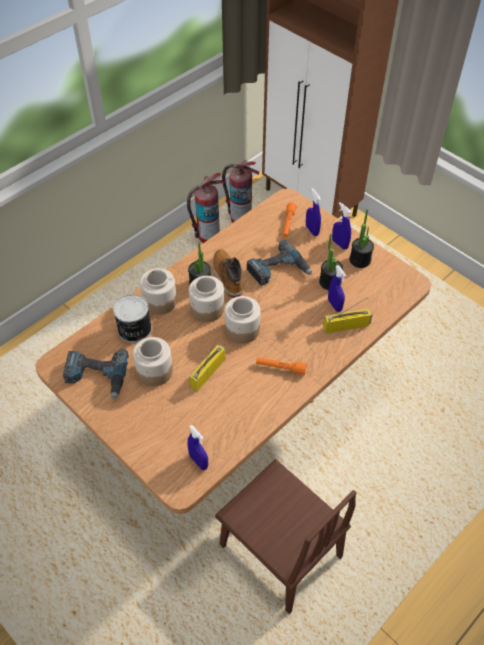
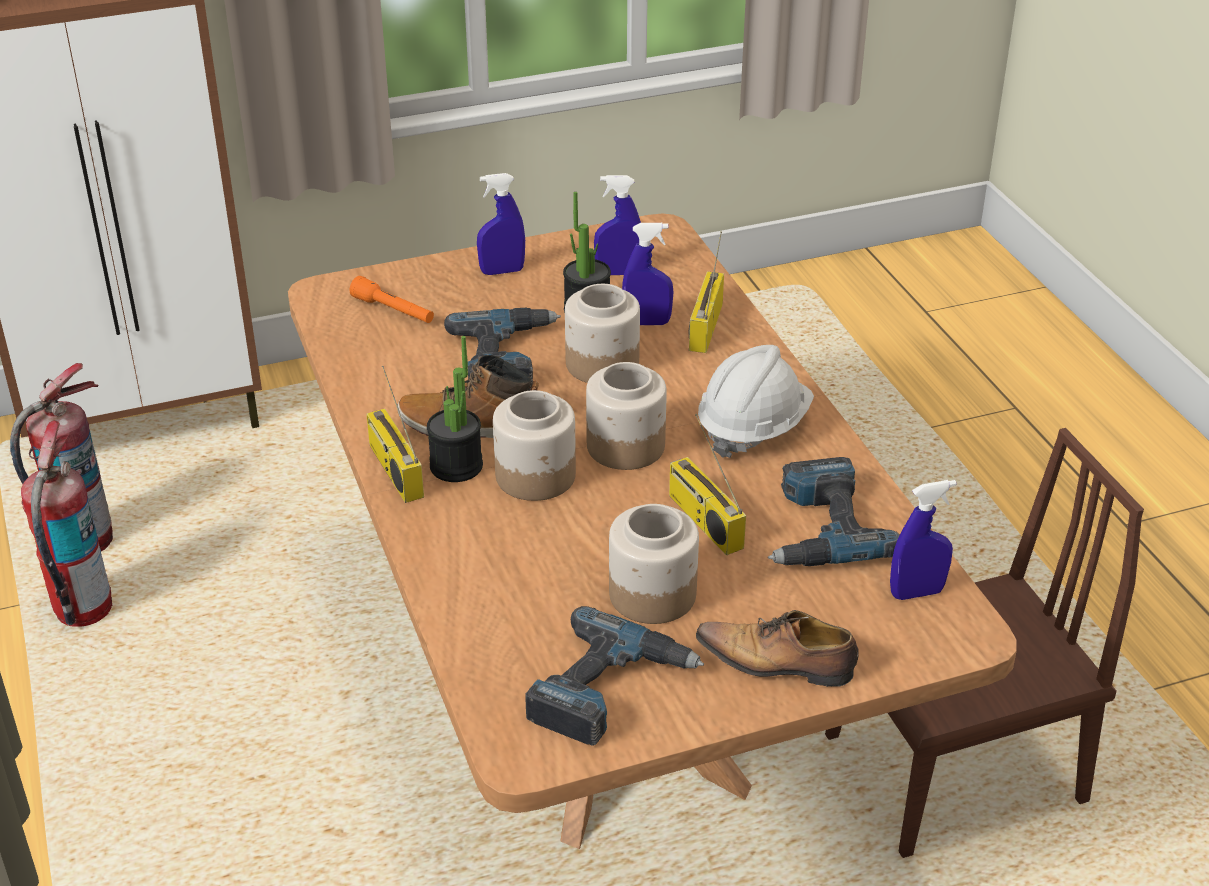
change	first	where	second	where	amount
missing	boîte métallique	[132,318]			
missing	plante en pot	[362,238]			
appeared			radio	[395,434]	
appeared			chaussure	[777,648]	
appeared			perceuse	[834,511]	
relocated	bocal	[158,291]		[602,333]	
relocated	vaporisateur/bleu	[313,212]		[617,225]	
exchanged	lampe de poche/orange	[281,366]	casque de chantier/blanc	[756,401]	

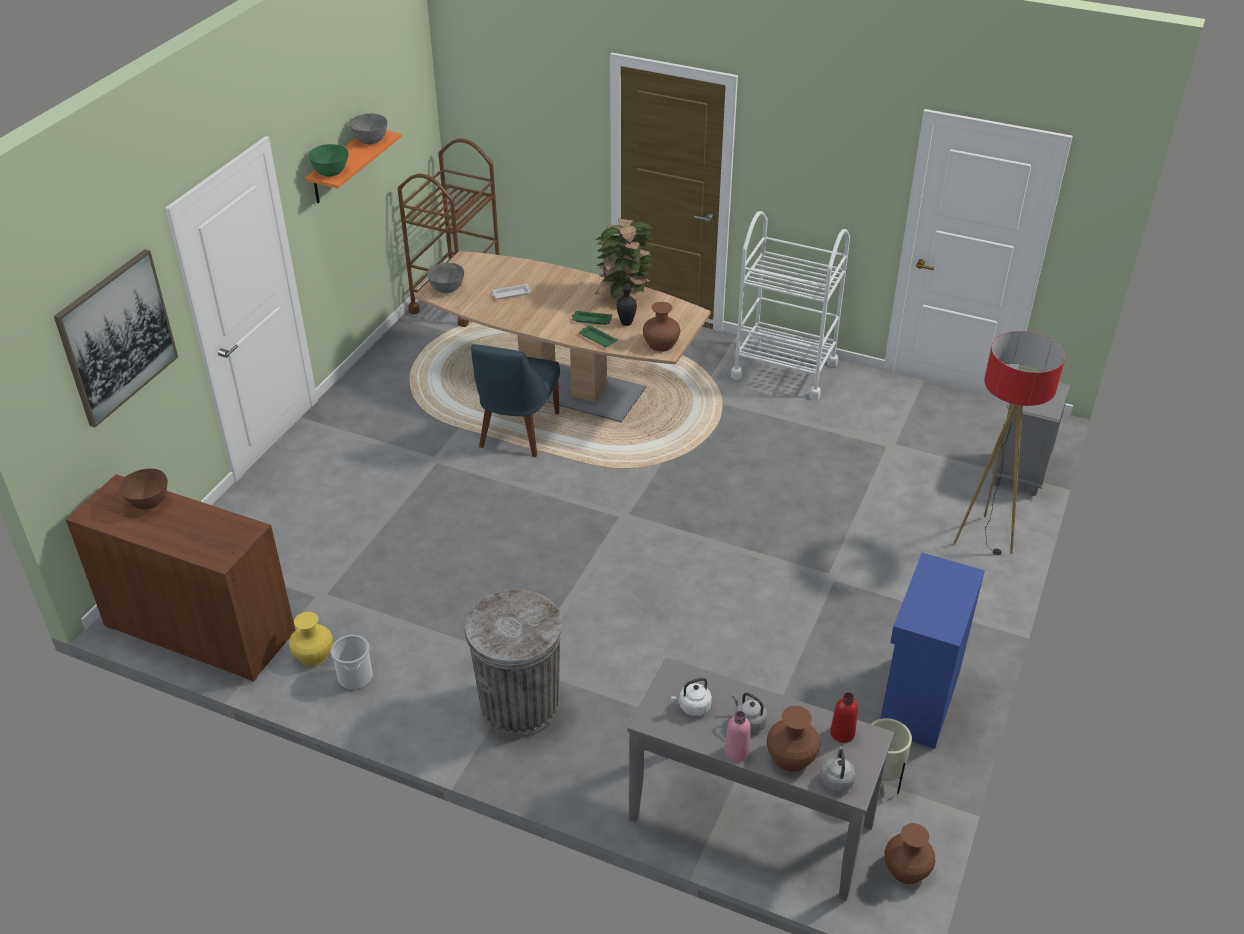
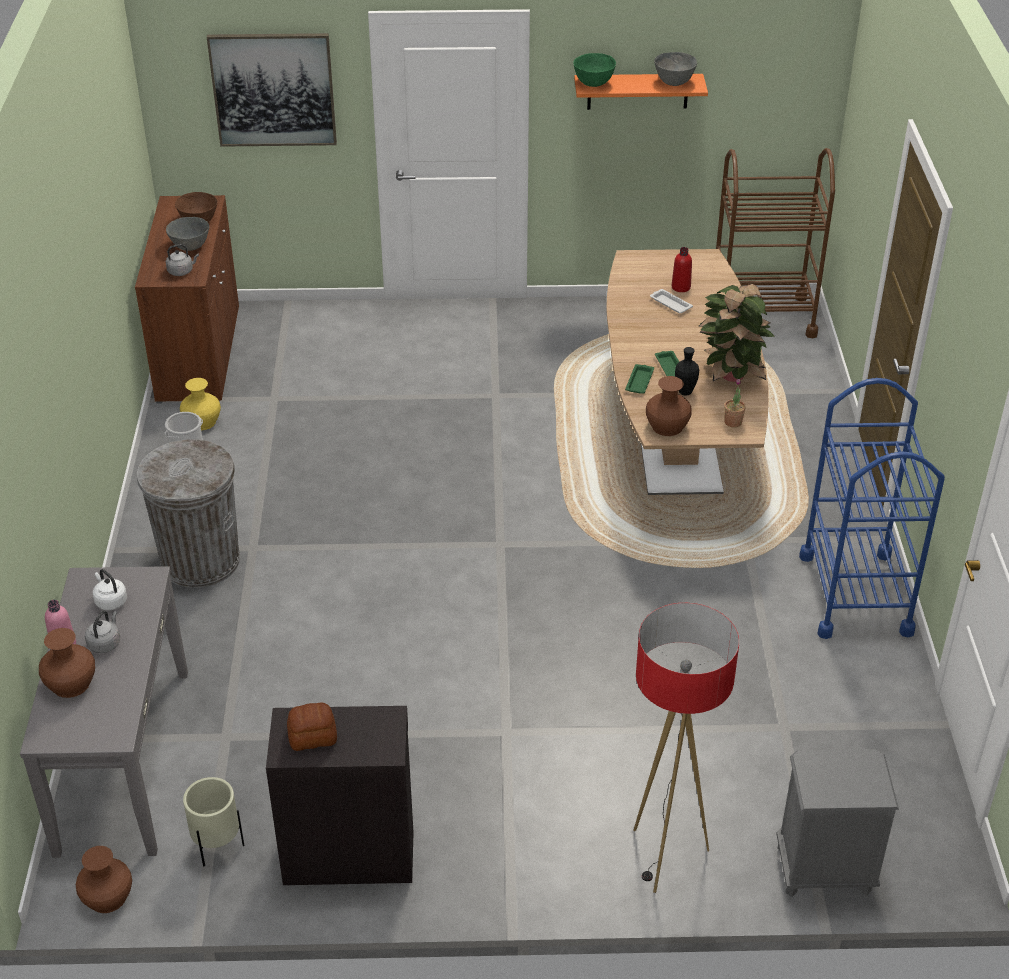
change	first	where	second	where	amount
missing	chaise/bleu	[515,400]			
appeared			pain	[312,726]	
appeared			plante en pot	[735,403]	
relocated	bol/gris	[445,278]		[187,234]	
relocated	bouilloire/gris	[838,769]		[182,260]	
relocated	bouteille/rouge	[844,717]		[682,269]	
colour	chariot/blanc	[790,305]	chariot/bleu	[872,508]	
colour	meuble de rangement/bleu	[932,651]	meuble de rangement/noir	[340,795]	

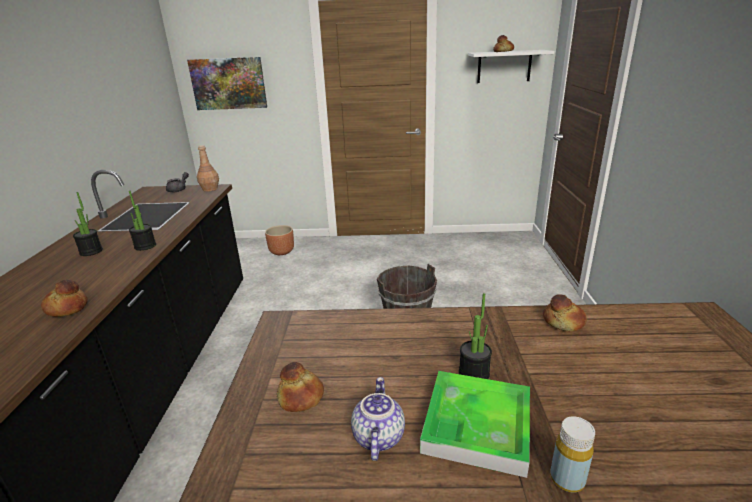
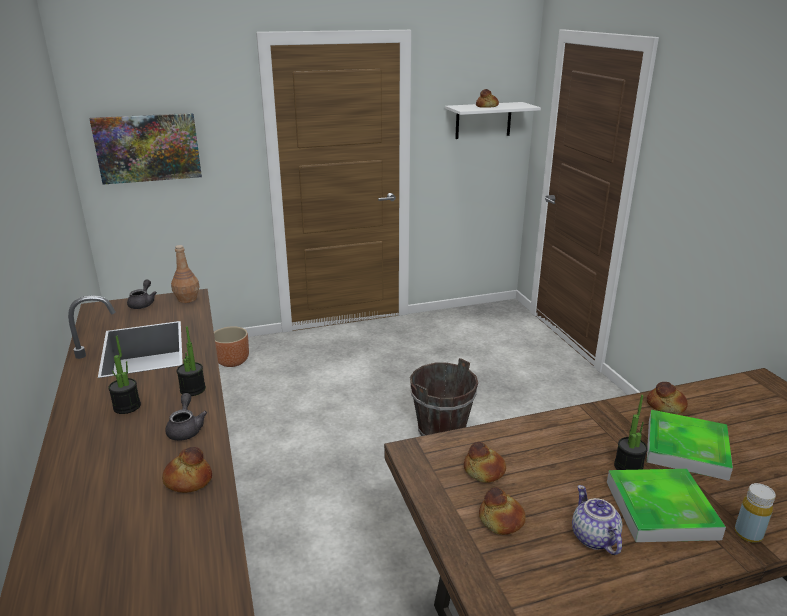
change	first	where	second	where	amount
appeared			théière/gris	[186,417]	
appeared			pain	[485,462]	
appeared			plateau	[690,445]	

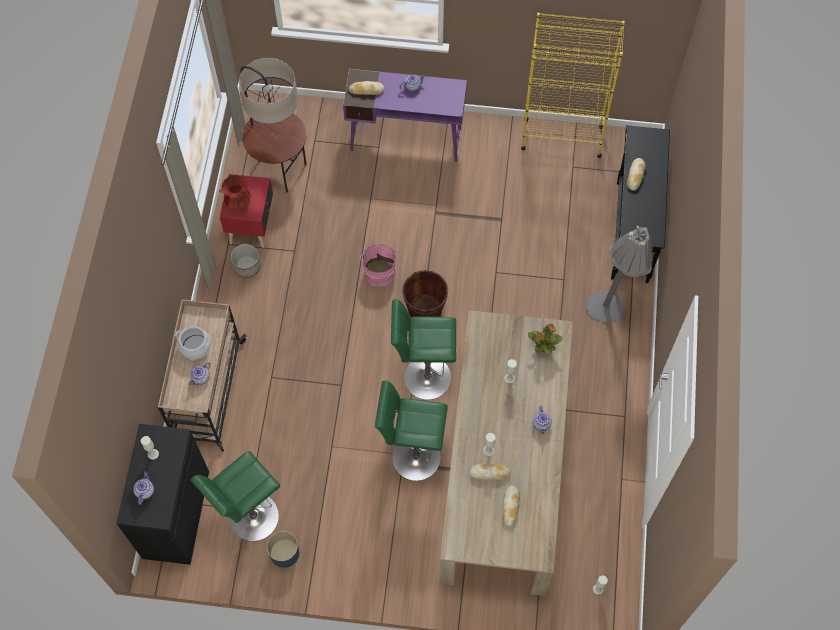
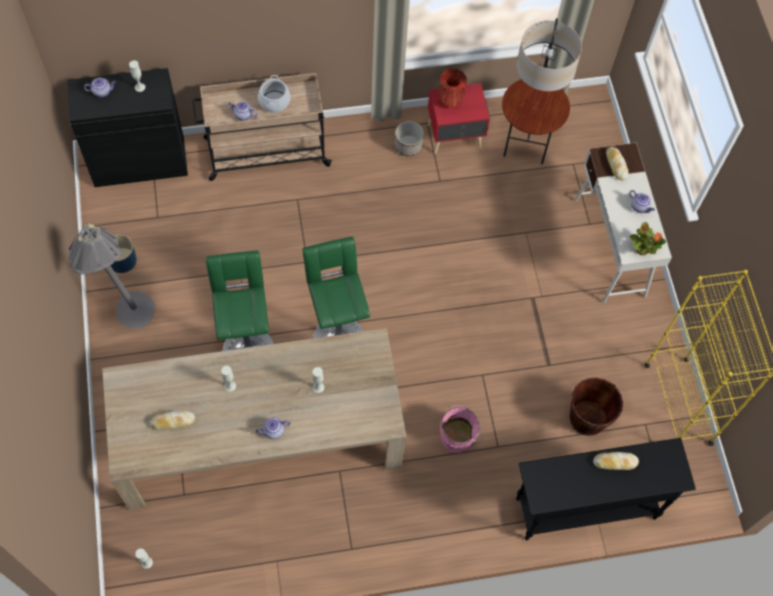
change	first	where	second	where	amount
missing	tabouret/vert	[235,496]			
missing	pain	[490,471]			
relocated	seau/rose	[378,265]		[461,429]	
relocated	seau/marron	[425,293]		[596,407]	
relocated	plante en pot	[545,338]		[647,238]	
relocated	lampadaire/gris	[619,274]		[112,275]	
colour	bureau/violet	[405,115]	bureau/blanc	[623,223]	

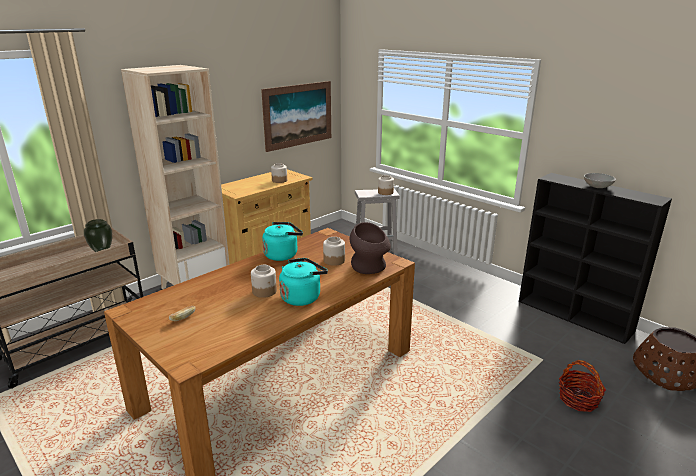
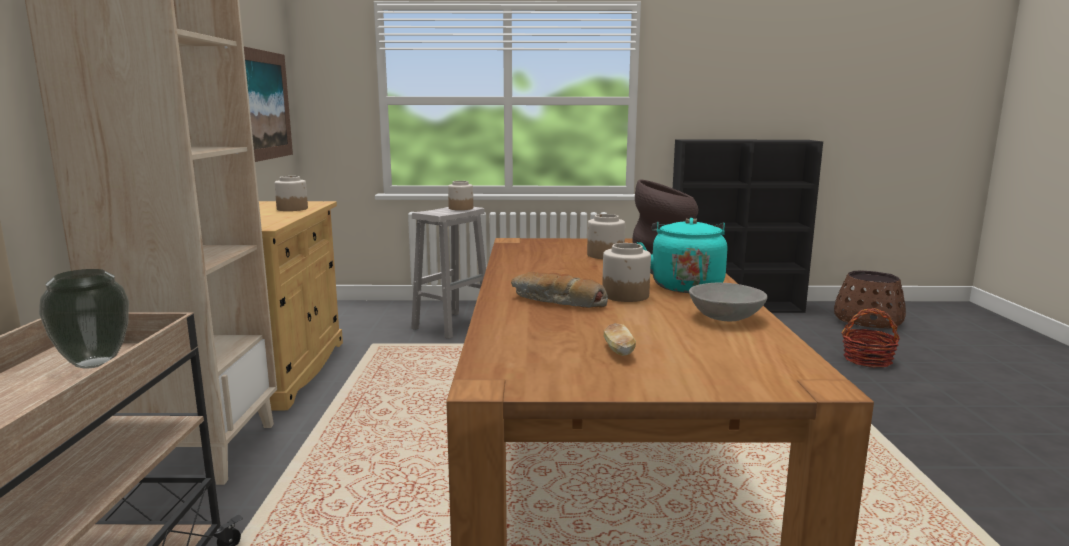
change	first	where	second	where	amount
missing	bouilloire/turquoise	[282,241]			
appeared			pain	[559,290]	
relocated	bol/gris	[600,180]		[728,301]	

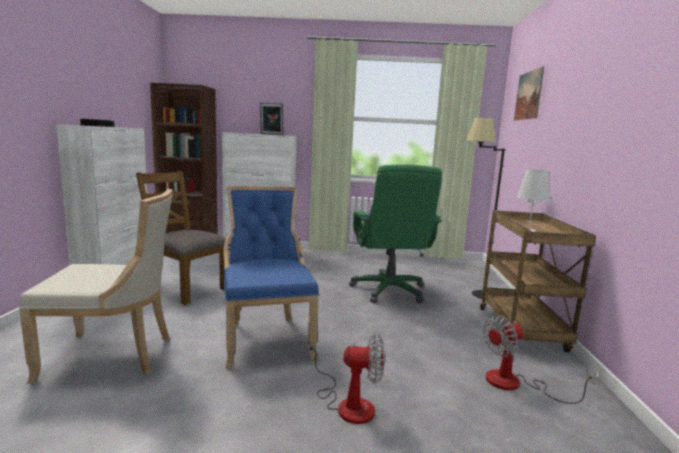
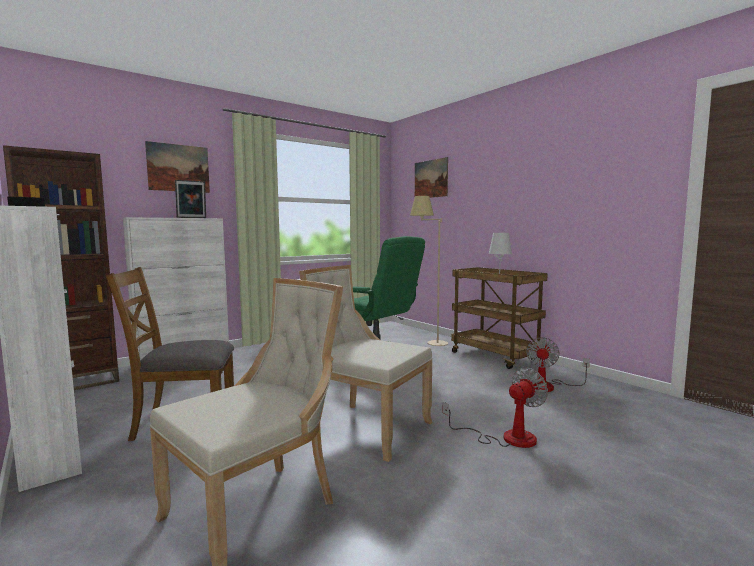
change	first	where	second	where	amount
appeared			tableau	[177,167]	
colour	chaise/bleu	[271,277]	chaise/beige	[366,363]	
colour	lampadaire/noir	[485,208]	lampadaire/beige	[429,271]	

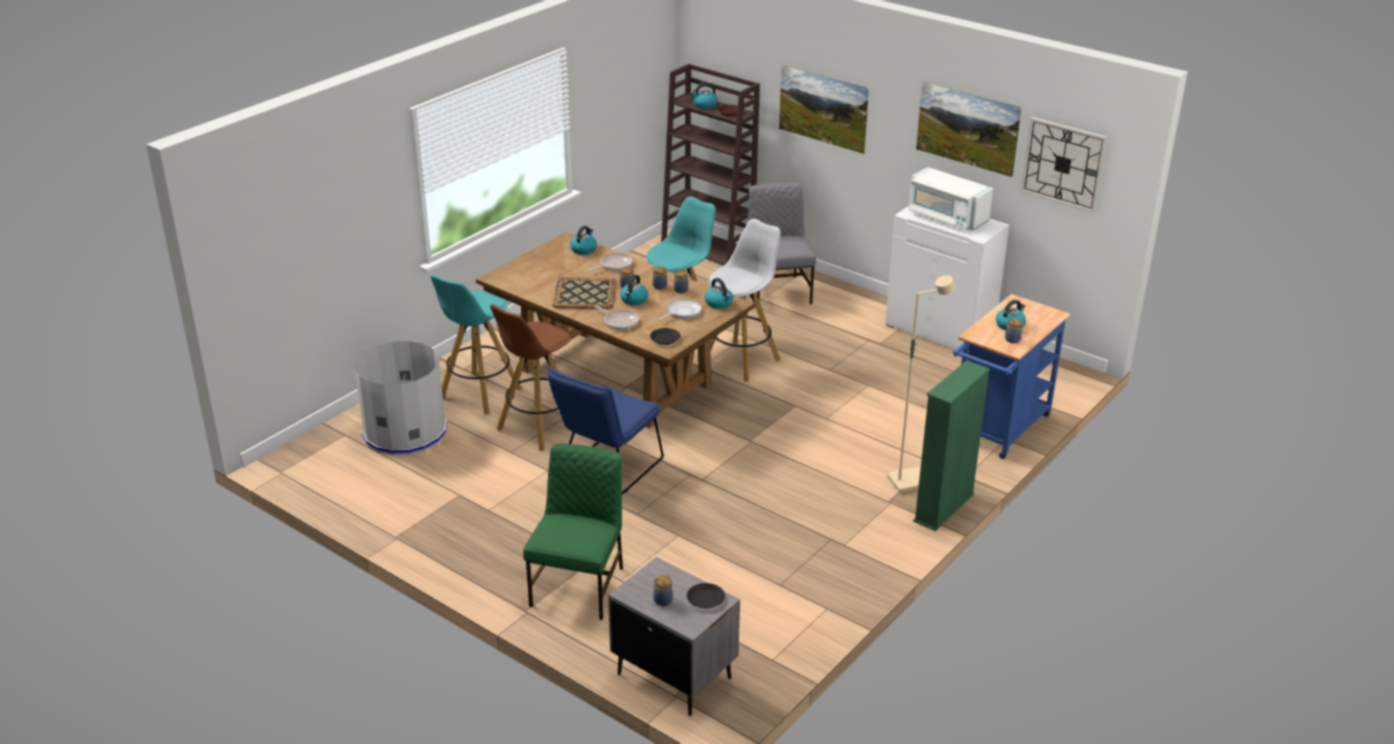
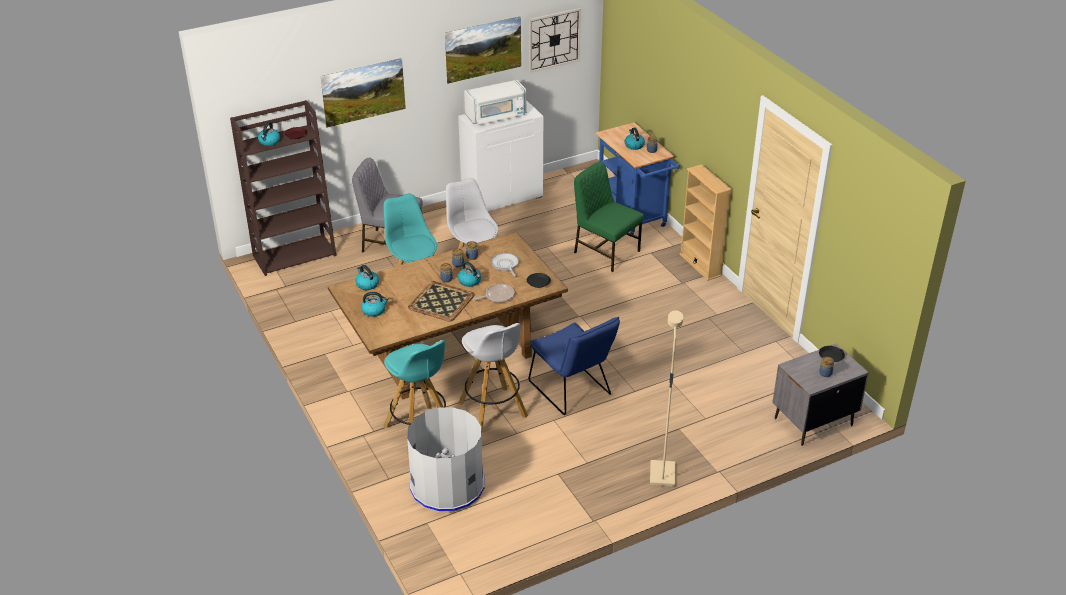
change	first	where	second	where	amount
missing	poêle	[610,262]			
relocated	chaise/vert	[573,531]		[609,217]	
relocated	bouilloire	[719,293]		[375,304]	
relocated	lampadaire/beige	[921,384]		[666,398]	
colour	tabouret/marron	[530,377]	tabouret/blanc	[493,378]	
colour	bibliothèque/vert	[951,445]	bibliothèque/beige	[705,222]	

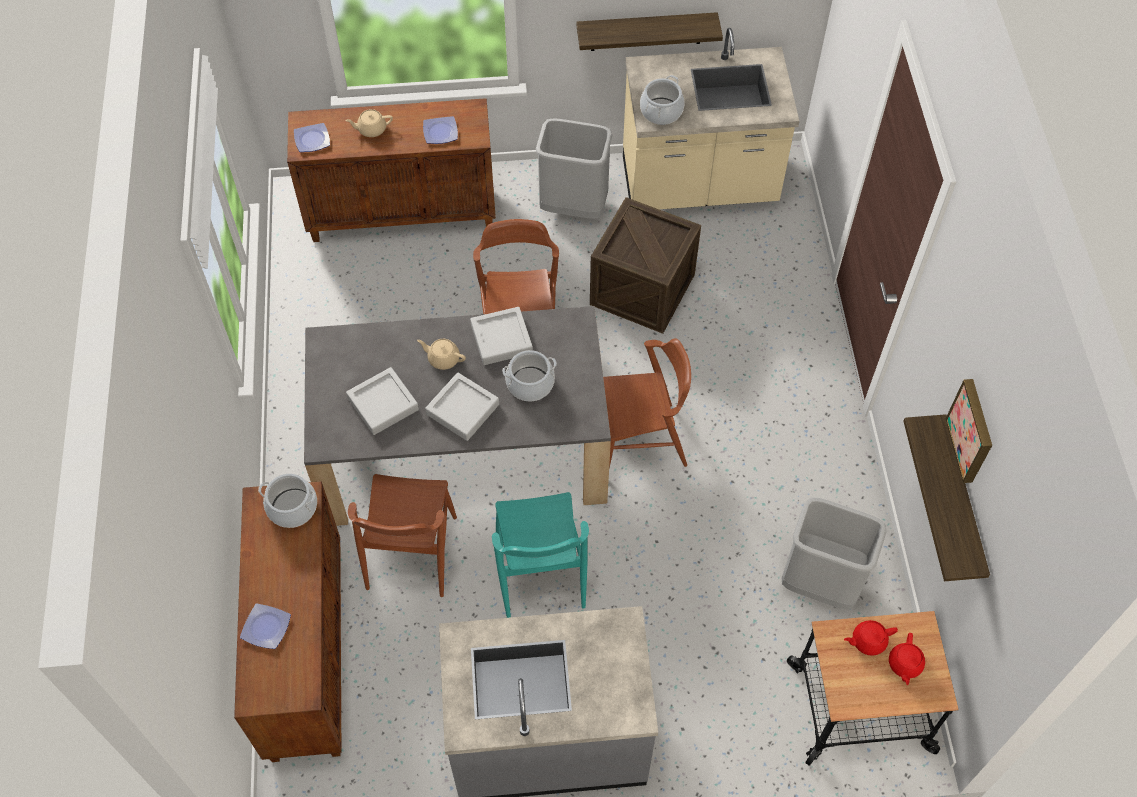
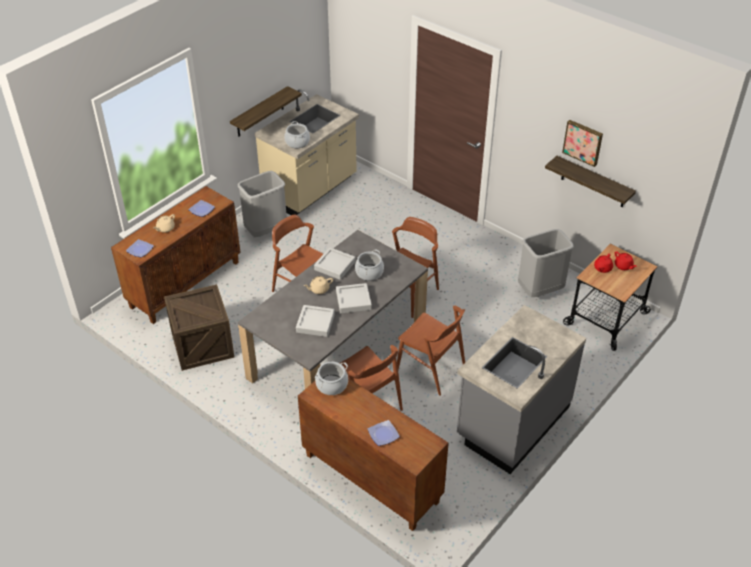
change	first	where	second	where	amount
relocated	caisse	[645,265]		[199,327]	
colour	chaise/turquoise	[540,555]	chaise/marron	[431,351]	

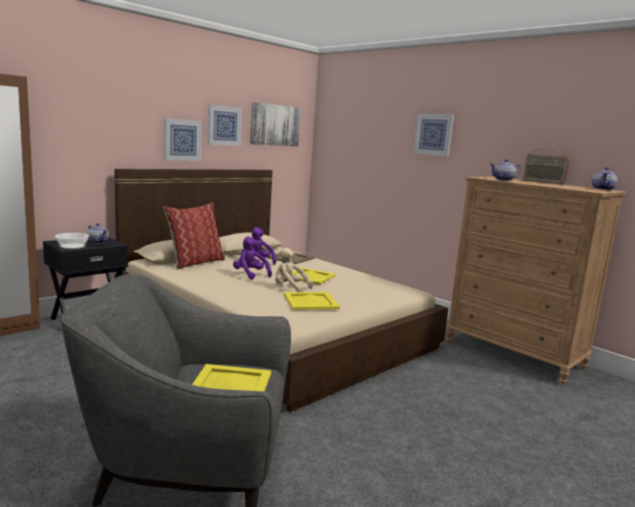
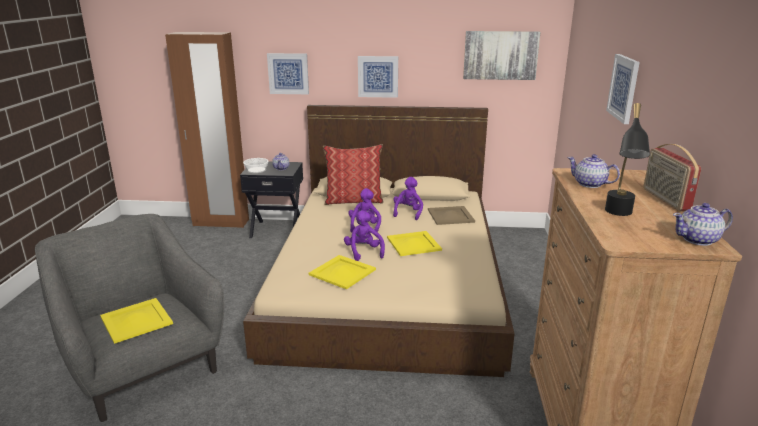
change	first	where	second	where	amount
appeared			lampe de table/noir	[627,159]	
relocated	tableau	[225,125]		[288,73]	
colour	peluche/beige	[294,270]	peluche/violet	[364,235]	

